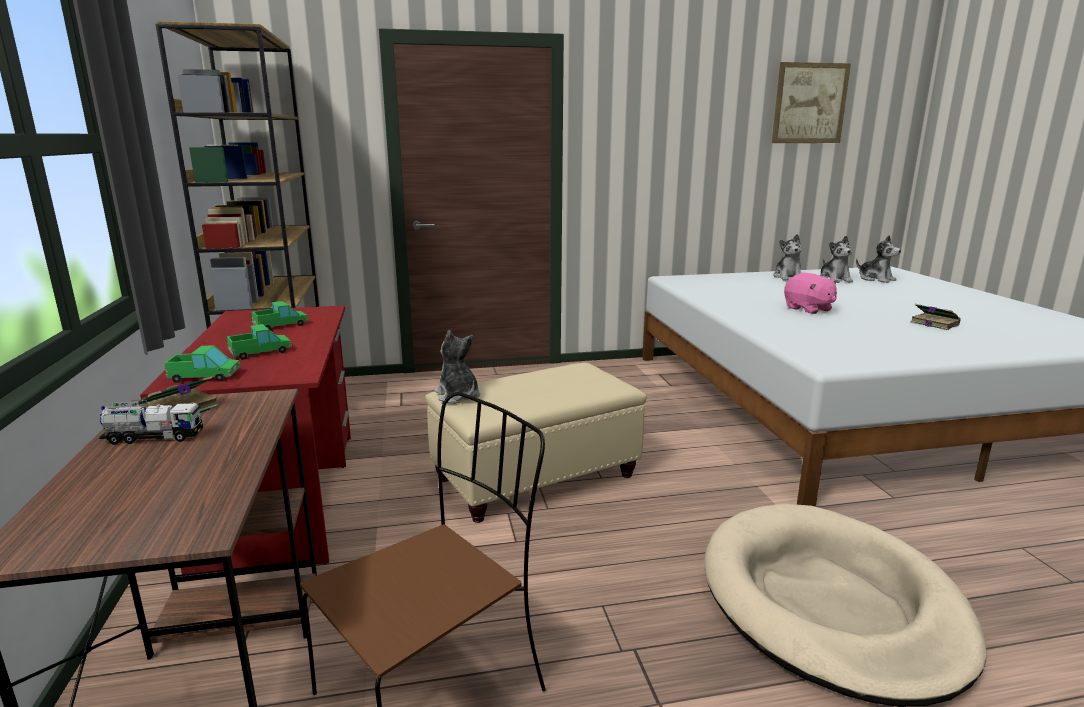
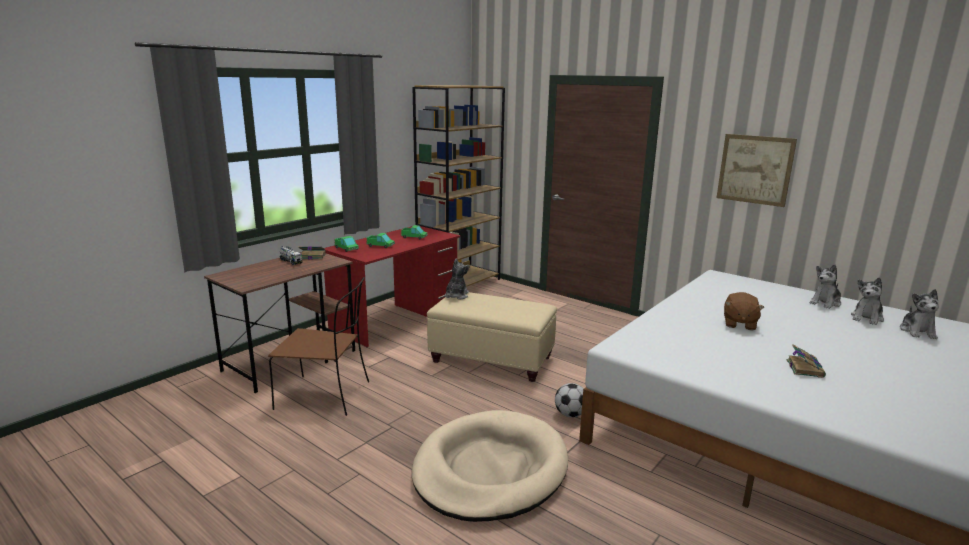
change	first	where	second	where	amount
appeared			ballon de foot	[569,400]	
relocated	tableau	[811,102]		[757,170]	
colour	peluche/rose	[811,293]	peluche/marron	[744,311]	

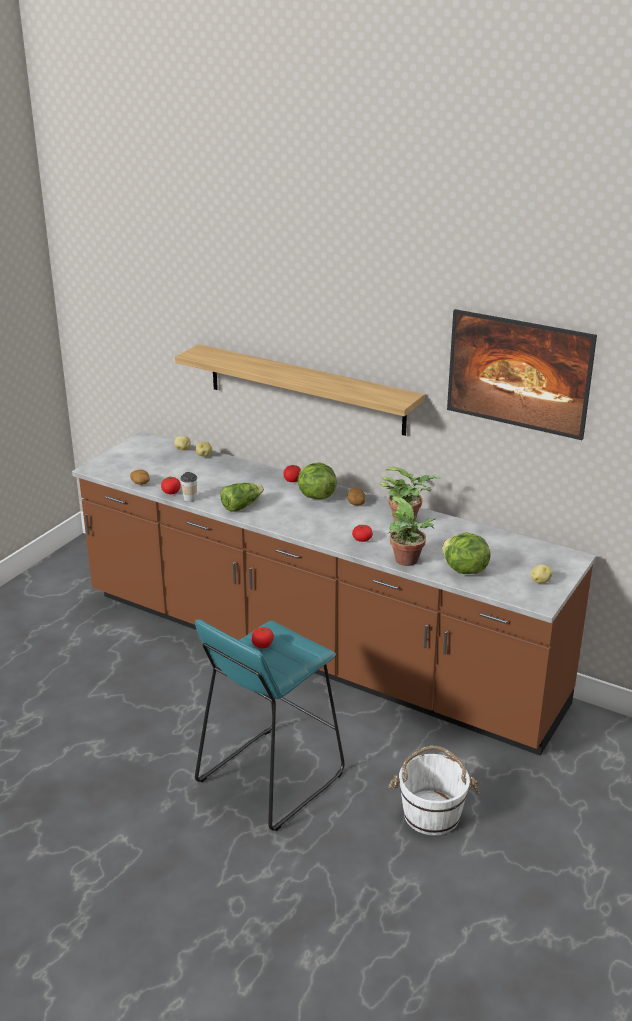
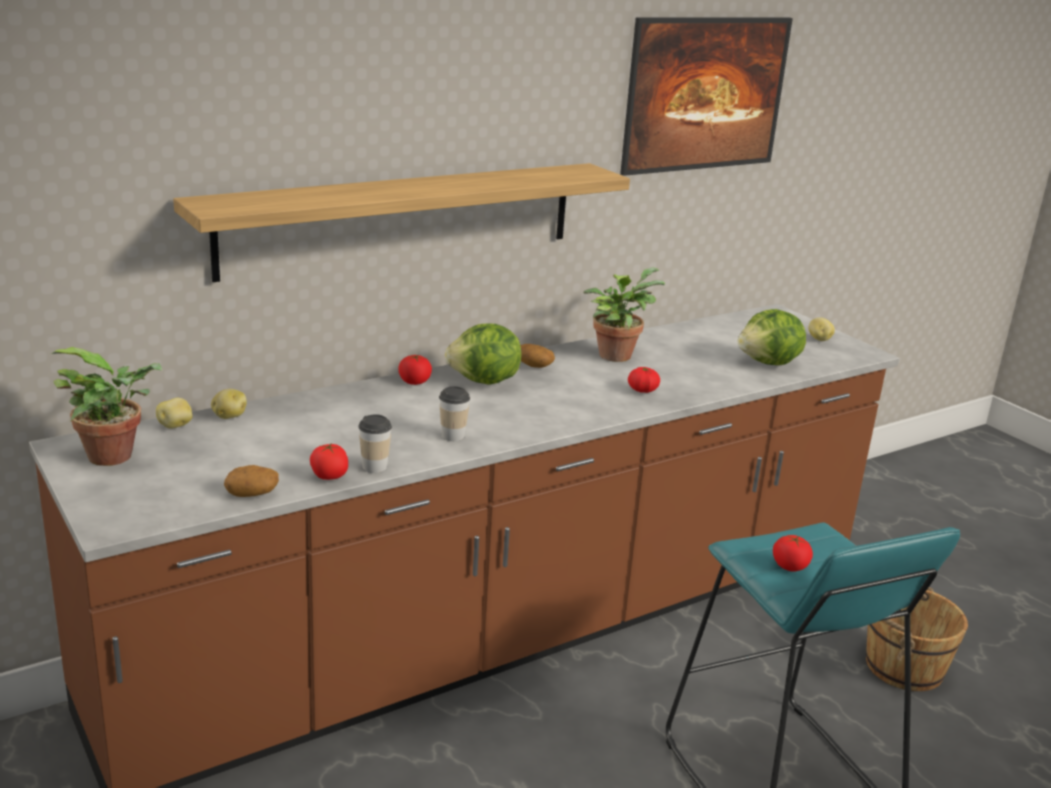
change	first	where	second	where	amount
relocated	plante en pot	[412,531]		[106,406]	
exchanged	laitue	[242,497]	tasse	[454,413]	
colour	seau/blanc	[434,790]	seau/marron	[917,639]	

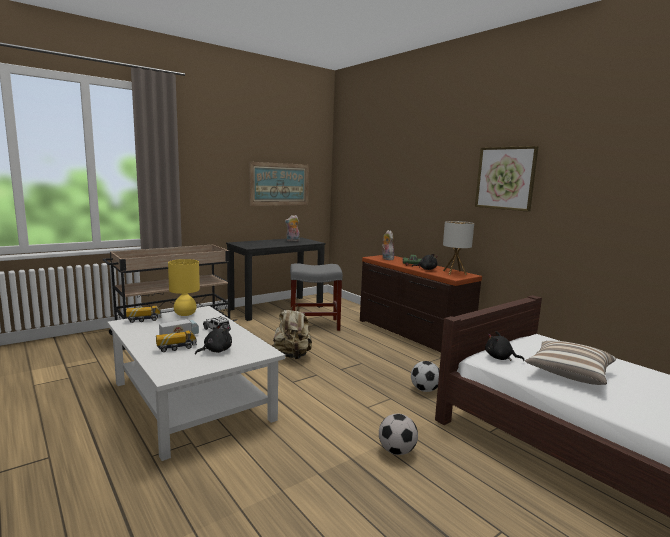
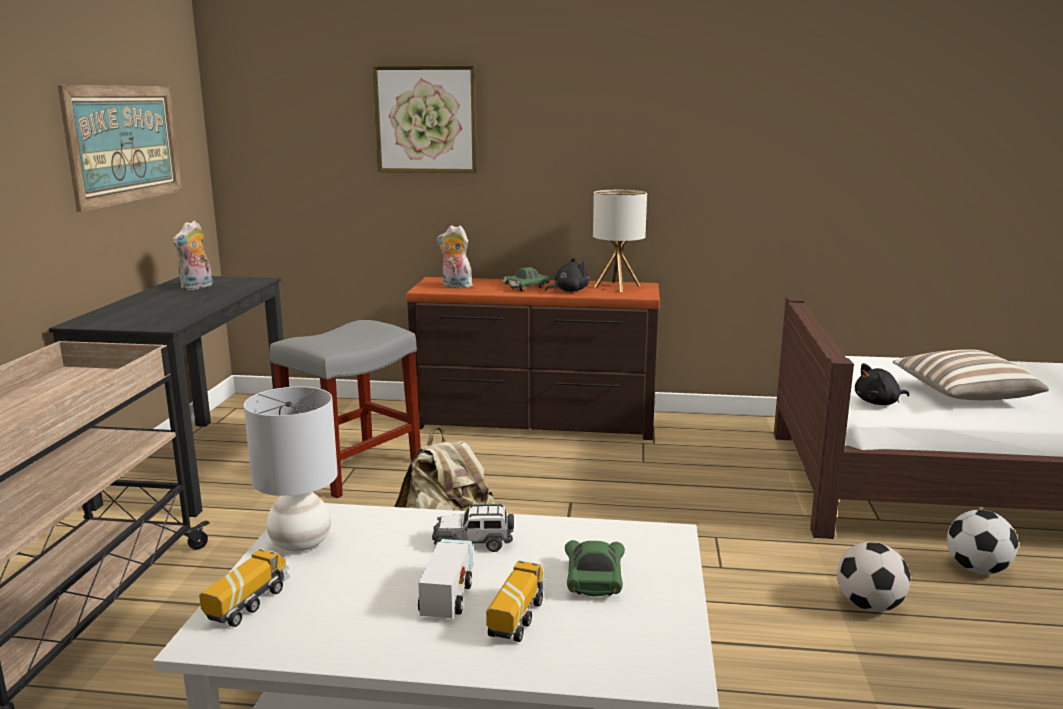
change	first	where	second	where	amount
relocated	ballon de foot	[425,376]		[982,542]	
relocated	tableau	[507,179]		[424,119]	
exchanged	peluche/noir	[213,339]	petite voiture/vert	[595,568]	
colour	lampe de table/jaune	[184,287]	lampe de table/gris	[291,469]	

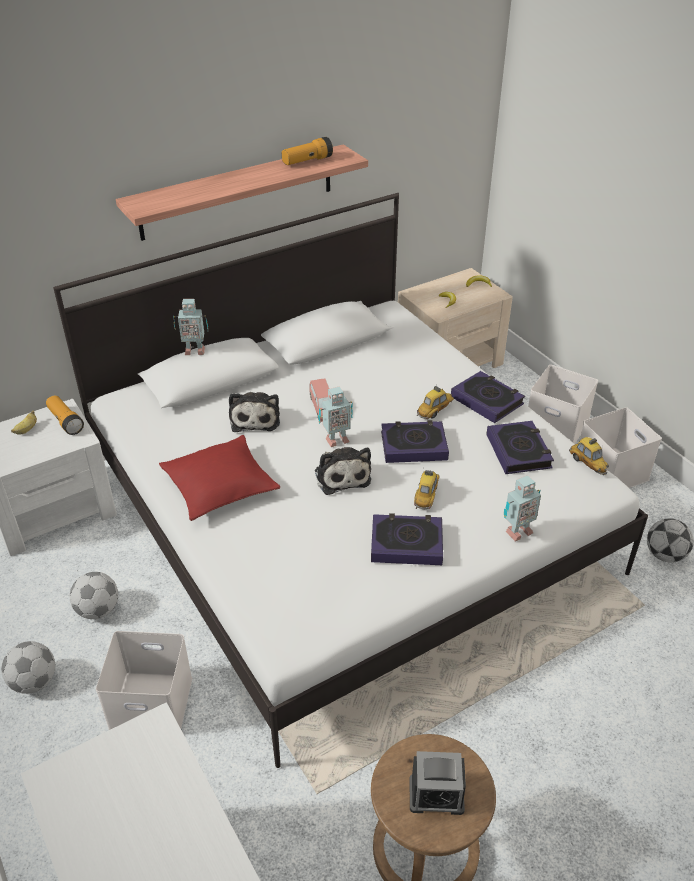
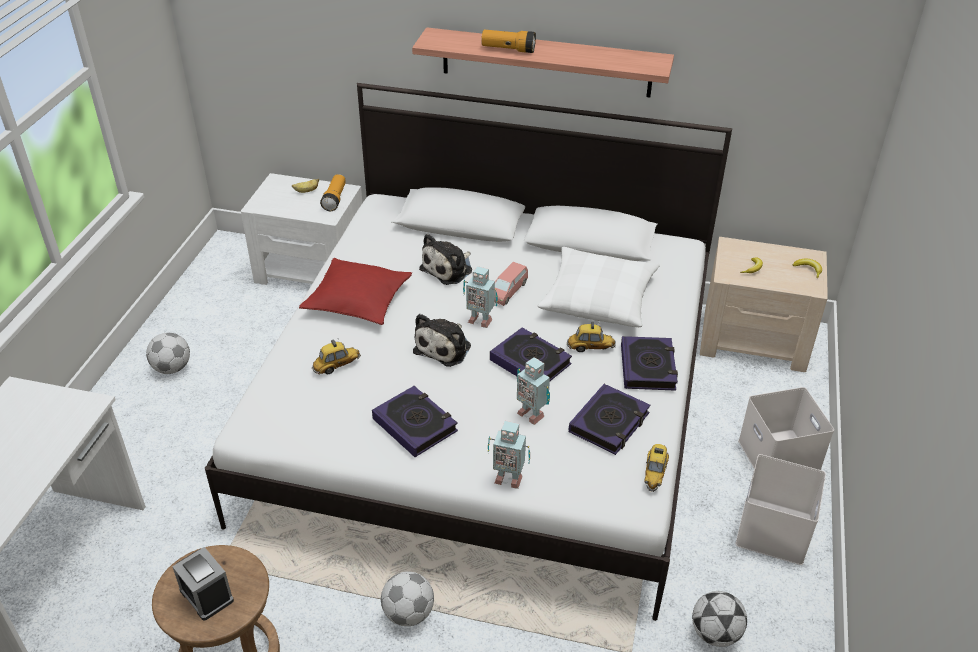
change	first	where	second	where	amount
missing	boîte de rangement/blanc	[144,680]			
appeared			coussin/blanc	[599,287]	
relocated	ballon de foot	[94,595]		[407,598]	
relocated	robot jouet	[190,327]		[533,391]	
relocated	lampe de poche	[307,151]		[508,41]	
relocated	petite voiture	[426,489]		[336,356]	

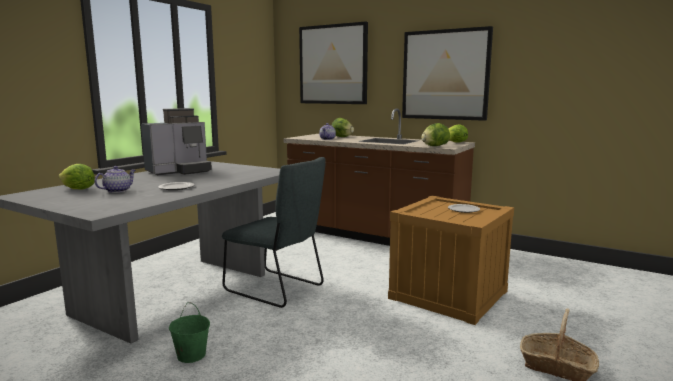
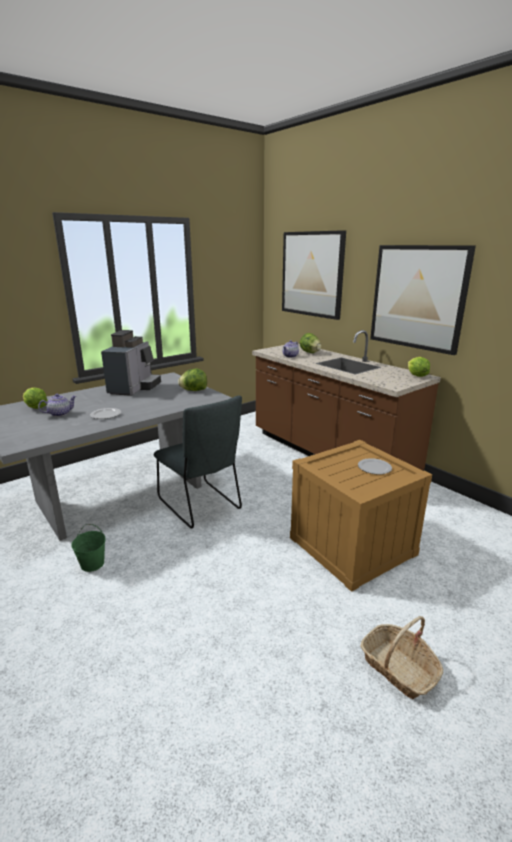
change	first	where	second	where	amount
relocated	laitue	[435,134]		[192,380]	
spun	machine à café	[176,141]		[131,363]	60 degrees counterclockwise

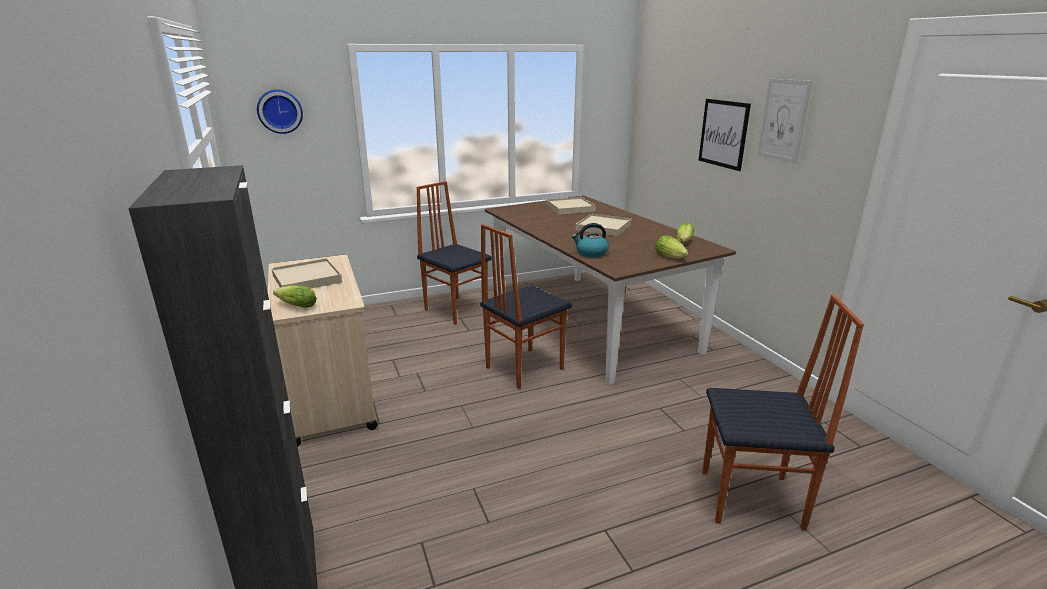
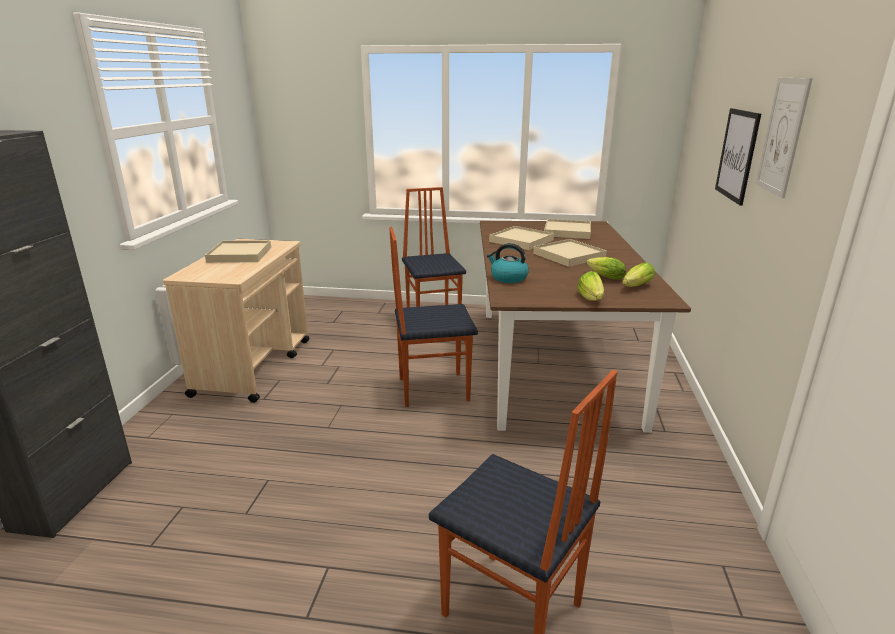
change	first	where	second	where	amount
missing	horloge murale	[280,112]			
appeared			plateau/beige	[521,238]	
relocated	laitue	[295,296]		[606,268]	

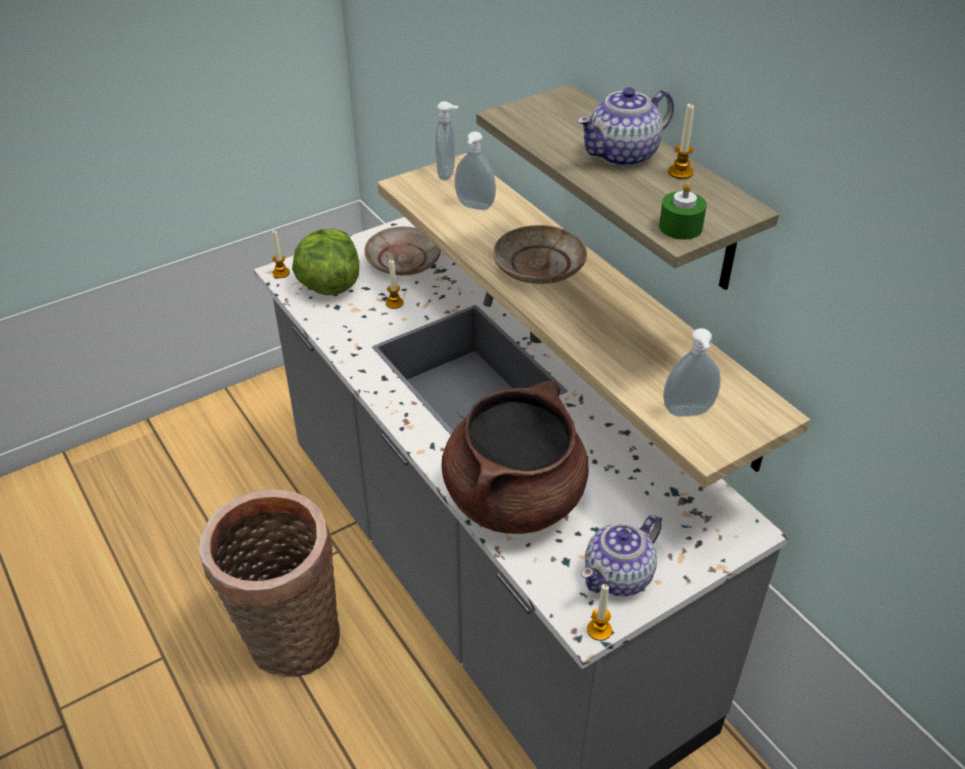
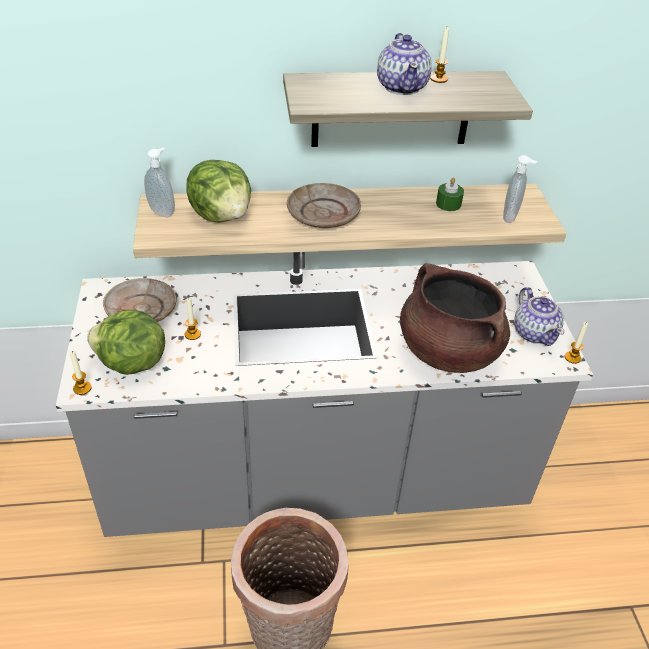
change	first	where	second	where	amount
relocated	bougie/vert	[683,211]		[450,194]	
exchanged	distributeur de savon	[475,170]	laitue	[218,191]	

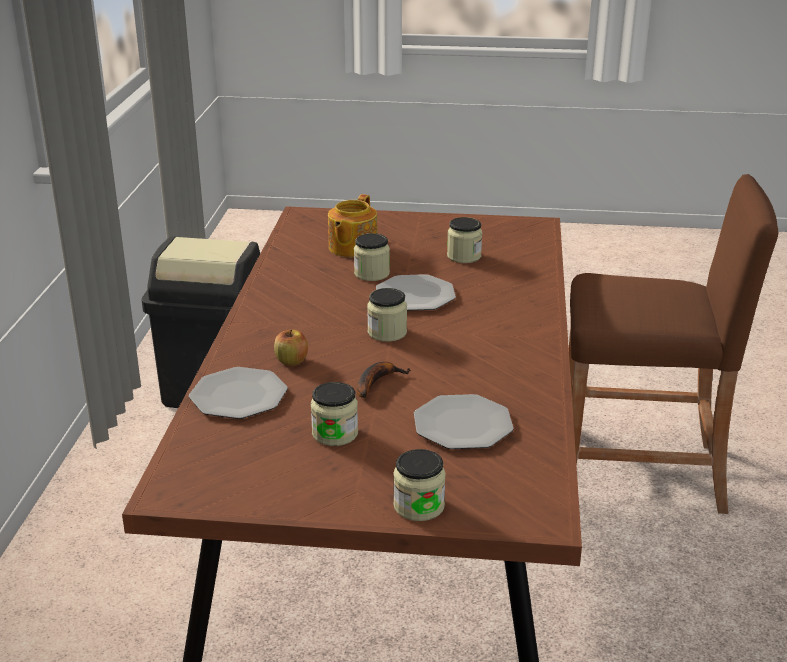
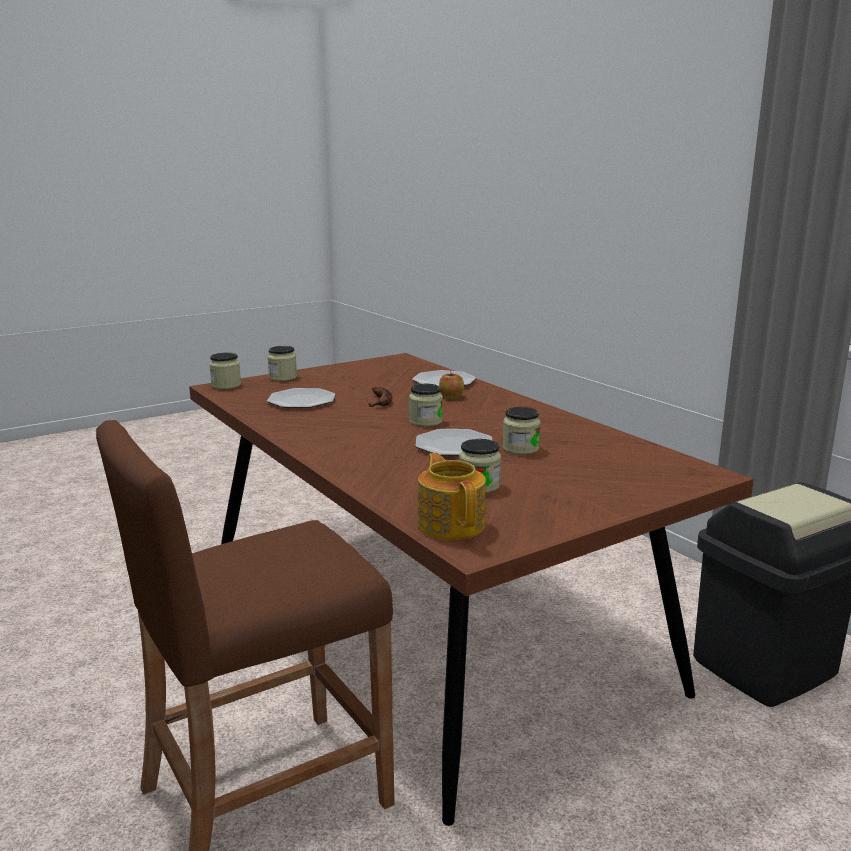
change	first	where	second	where	amount
relocated	bocal	[334,414]		[225,370]	
relocated	théière	[353,225]		[451,496]	

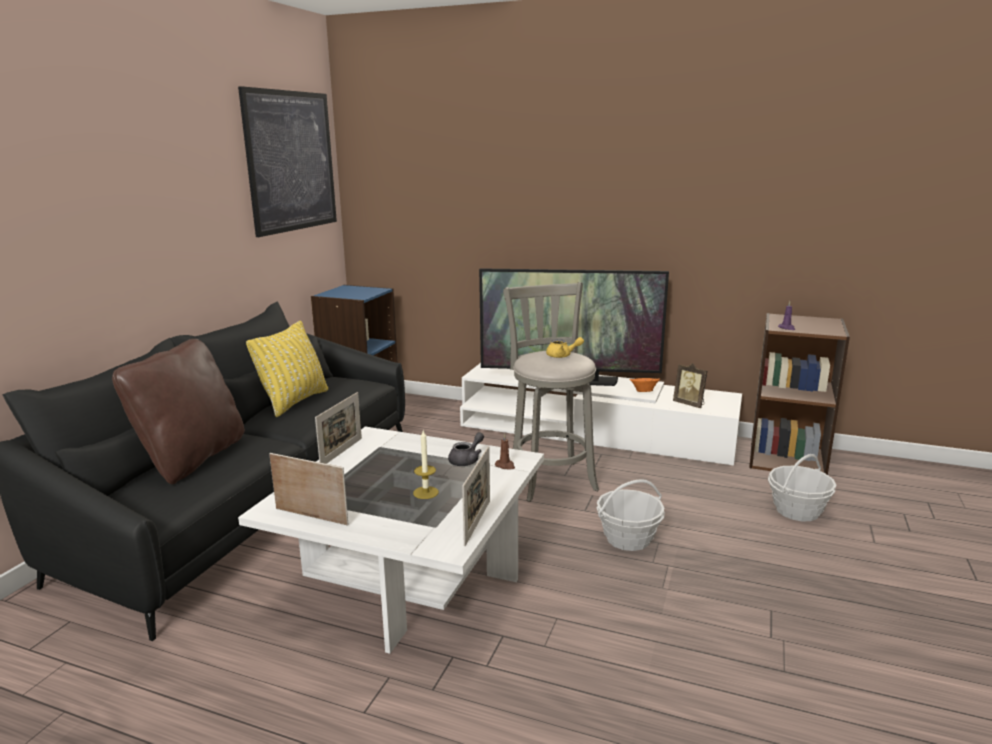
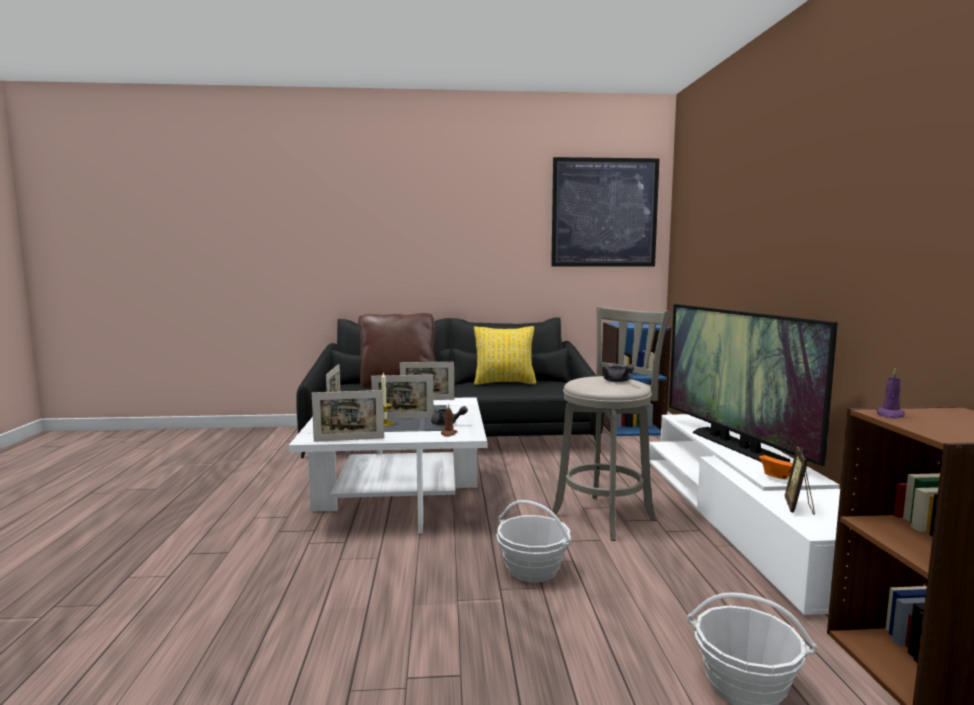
change	first	where	second	where	amount
appeared			cadre photo	[402,397]	
colour	théière/jaune	[565,347]	théière/gris	[618,373]	

